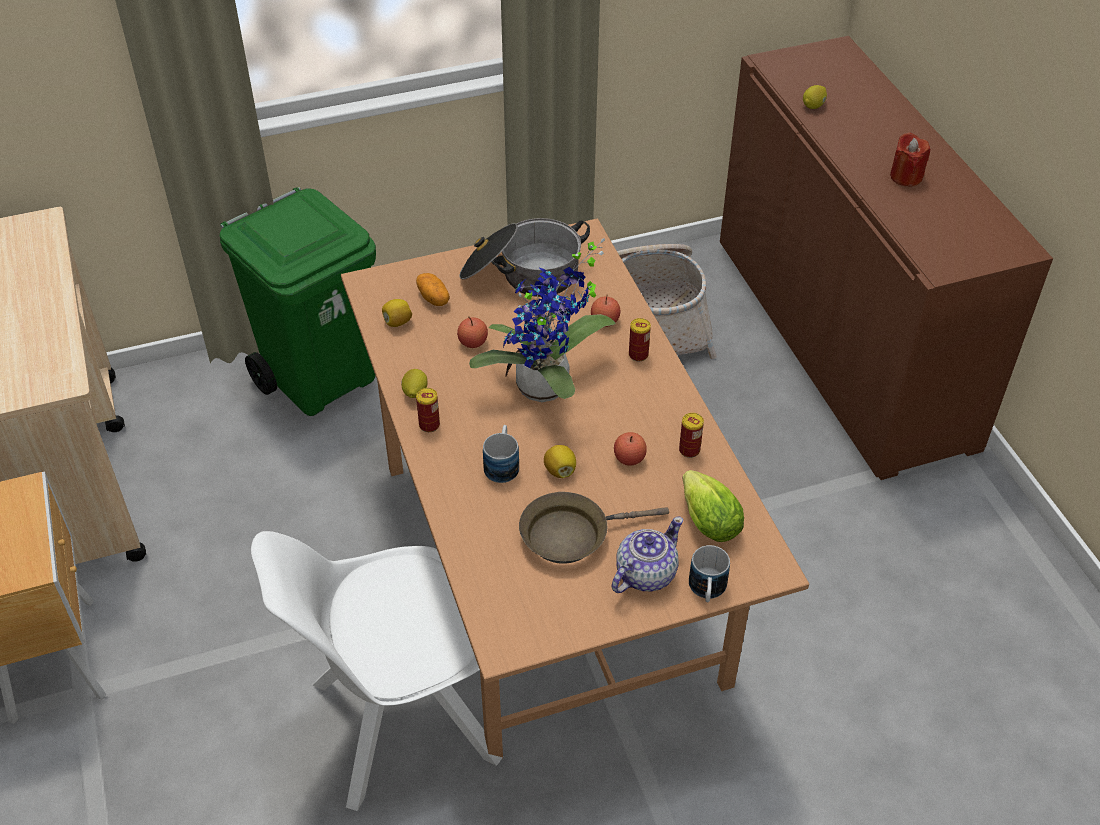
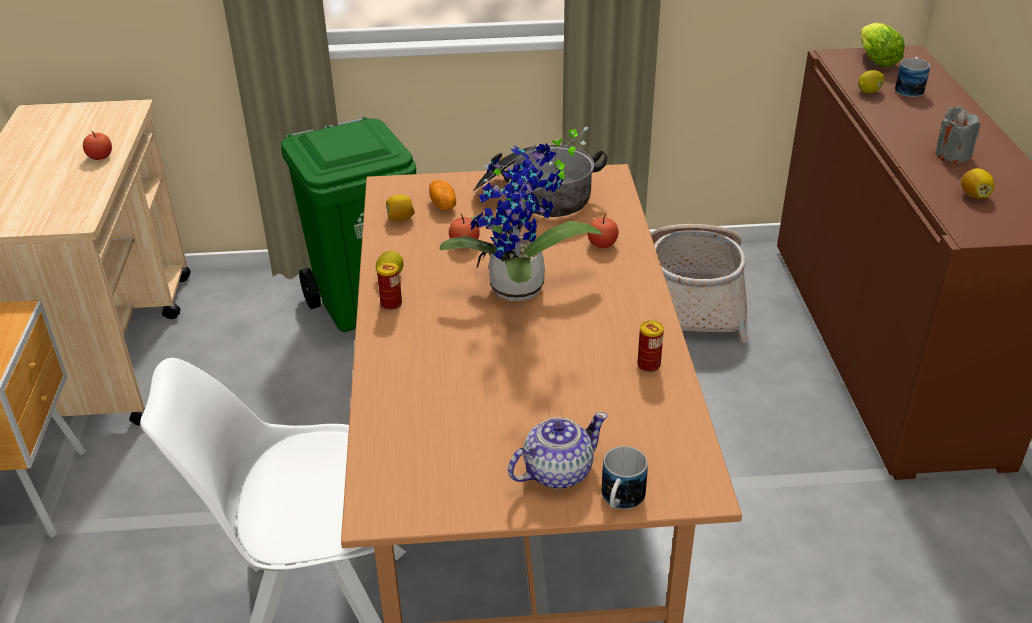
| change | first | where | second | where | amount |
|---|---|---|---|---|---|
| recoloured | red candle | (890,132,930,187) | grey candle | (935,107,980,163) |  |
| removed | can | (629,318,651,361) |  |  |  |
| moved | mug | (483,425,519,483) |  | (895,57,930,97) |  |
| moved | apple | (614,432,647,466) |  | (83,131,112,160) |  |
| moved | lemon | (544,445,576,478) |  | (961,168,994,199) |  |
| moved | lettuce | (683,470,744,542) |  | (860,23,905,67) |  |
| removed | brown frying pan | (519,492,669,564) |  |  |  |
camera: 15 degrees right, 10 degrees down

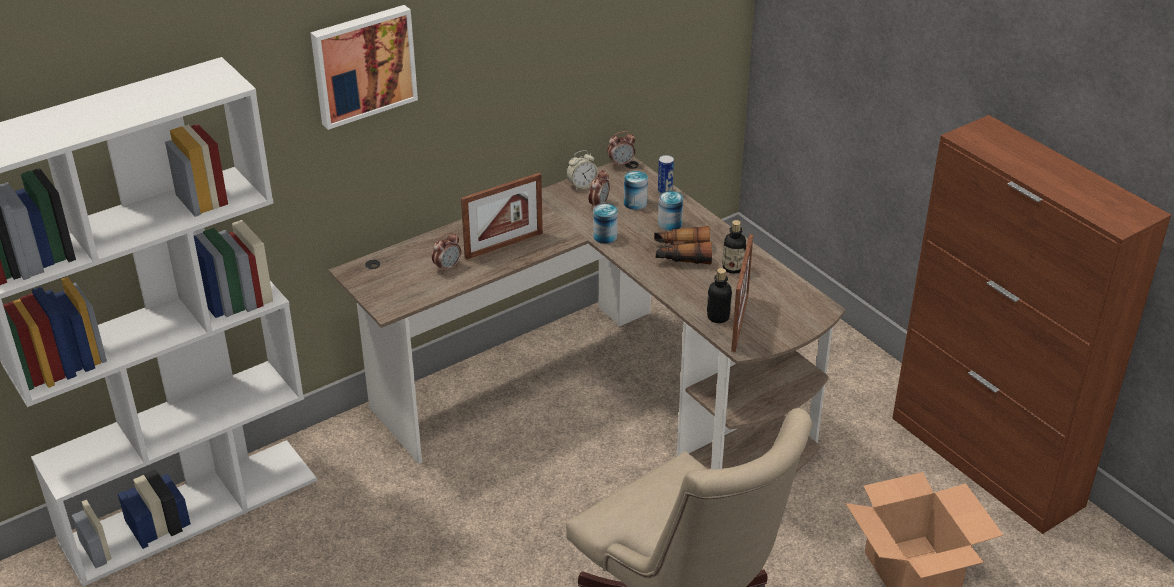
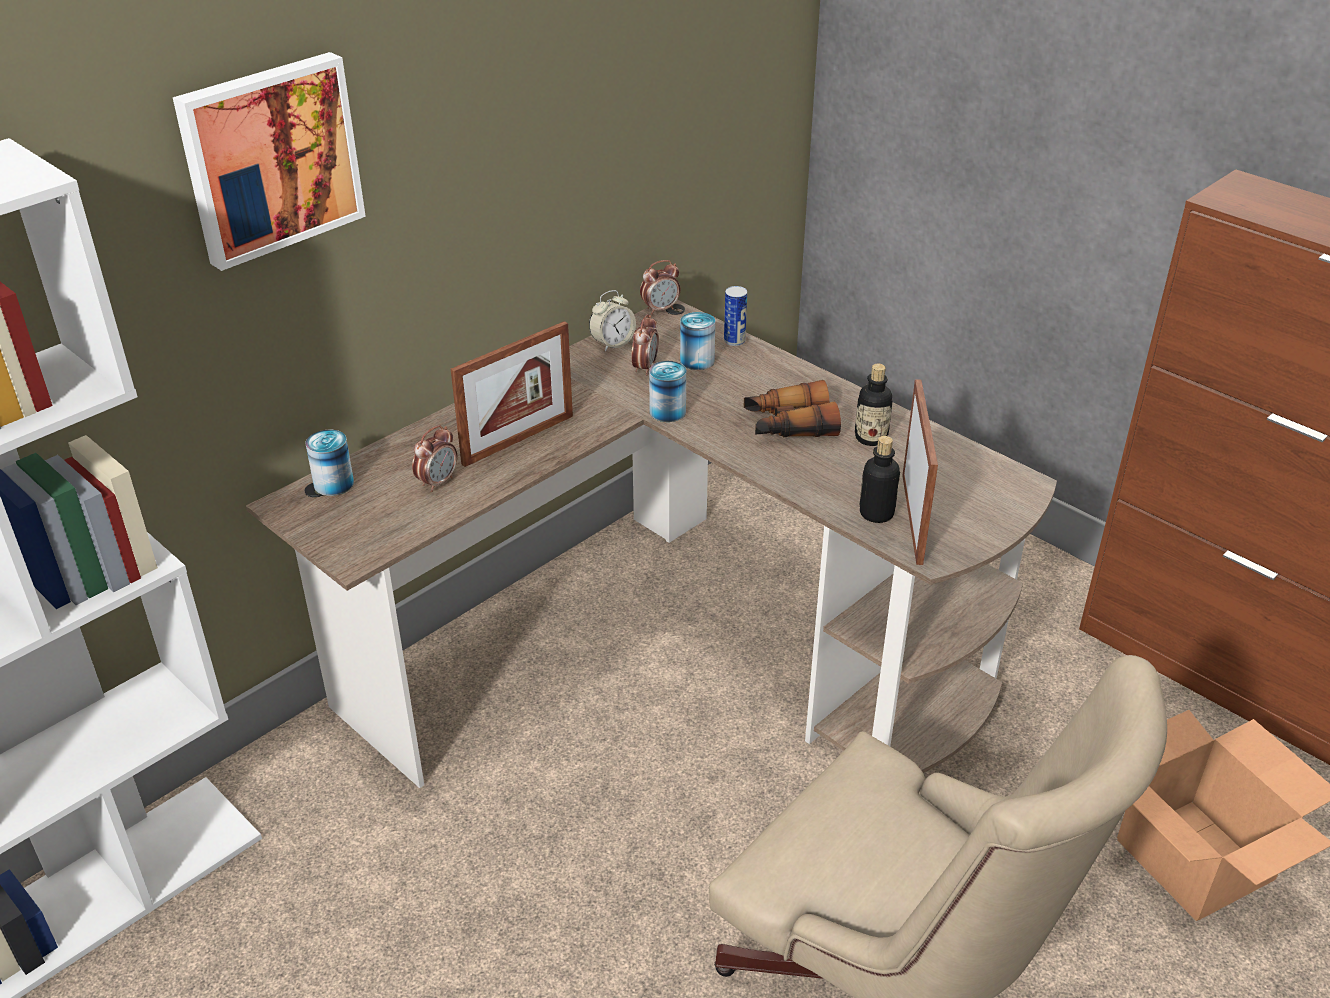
| change | first | where | second | where | amount |
|---|---|---|---|---|---|
| moved | can | (658,191,683,231) |  | (306,430,354,496) |  |
camera: 10 degrees left, 0 degrees up

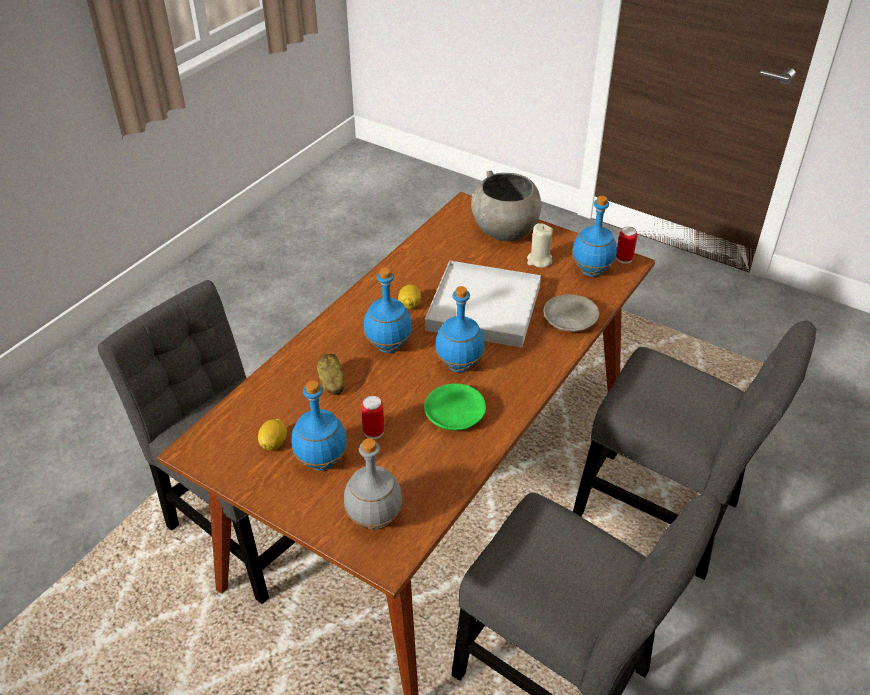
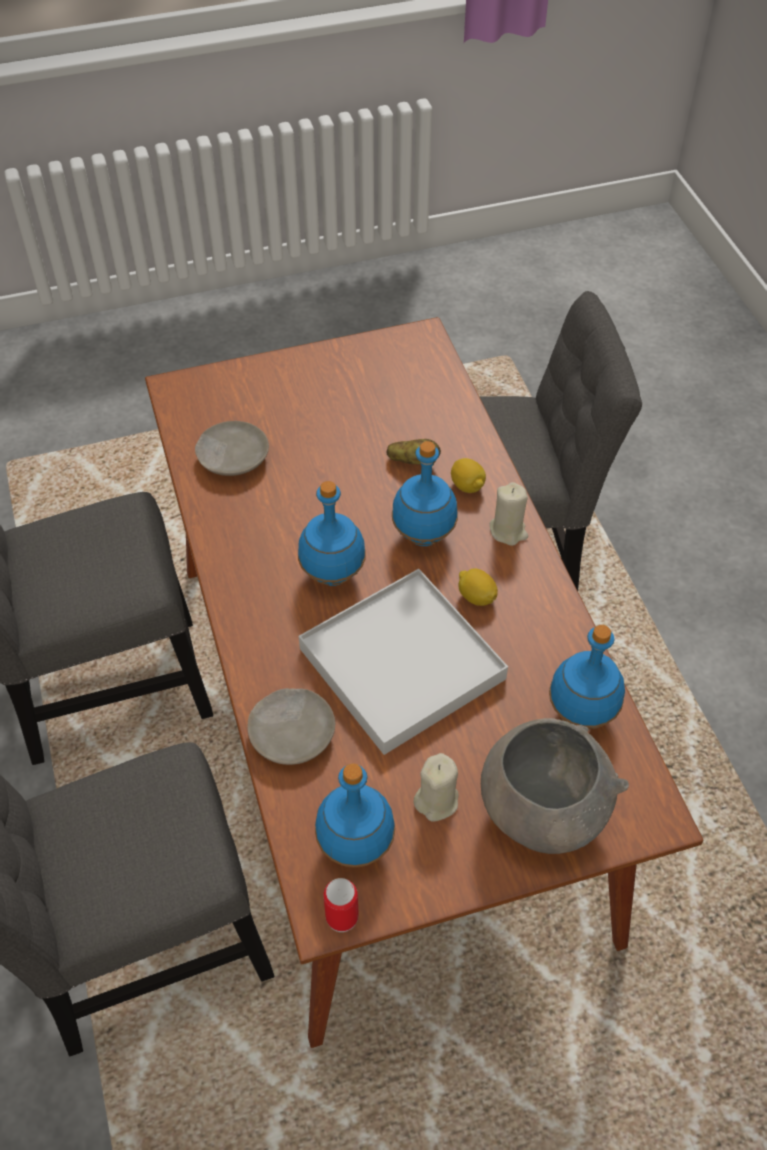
| change | first | where | second | where | amount |
|---|---|---|---|---|---|
| moved | blue bottle | (291,381,347,471) |  | (549,625,625,729) |  |
| removed | green plate | (424,383,486,430) |  |  |  |
| removed | can | (361,396,384,439) |  |  |  |
| moved | lemon | (258,418,287,450) |  | (451,458,486,493) |  |
| removed | grey bottle | (344,438,403,530) |  |  |  |
| added |  |  | beige plate | (195,421,269,476) |  |
| added |  |  | beige candle | (490,482,528,546) |  |
camera: 130 degrees right, 10 degrees up

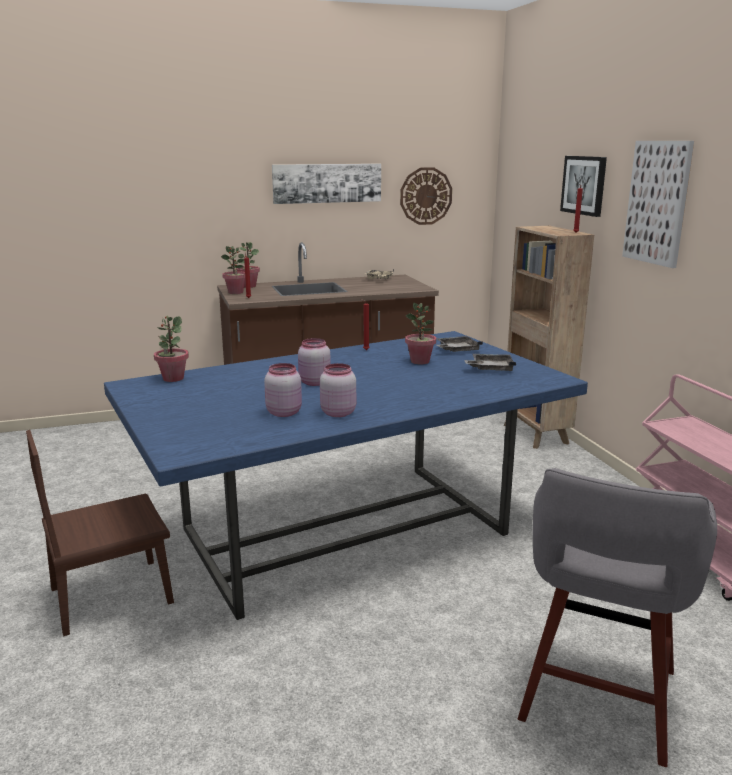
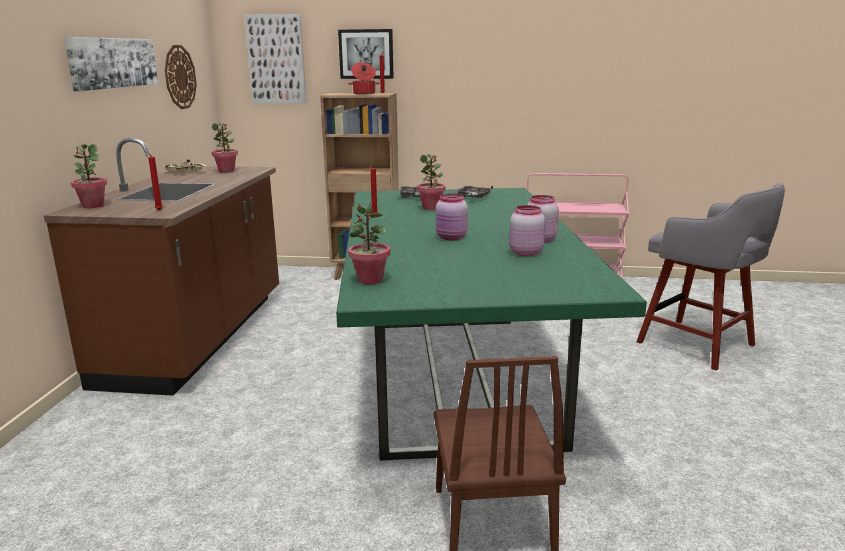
| change | first | where | second | where | amount |
|---|---|---|---|---|---|
| moved | picture | (622,141,694,268) |  | (244,14,306,103) |  |
| moved | potted plant | (221,246,245,294) |  | (212,123,238,173) |  |
| recoloured | blue dining table | (104,331,588,620) | green dining table | (336,188,647,461) |  |
| added |  |  | cooking pot | (348,62,380,95) |  |
camera: 65 degrees left, 0 degrees up

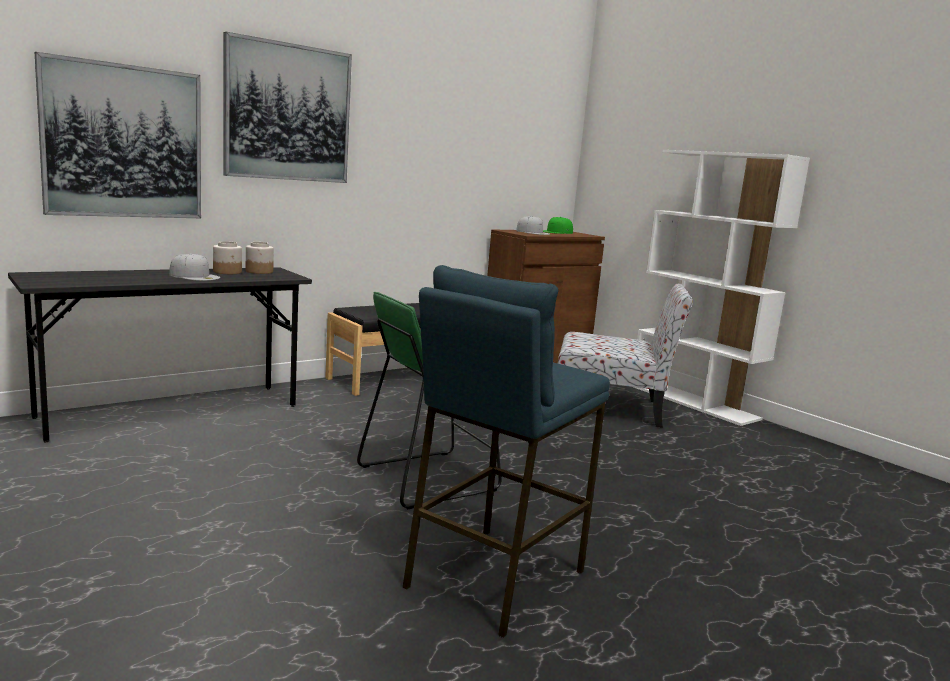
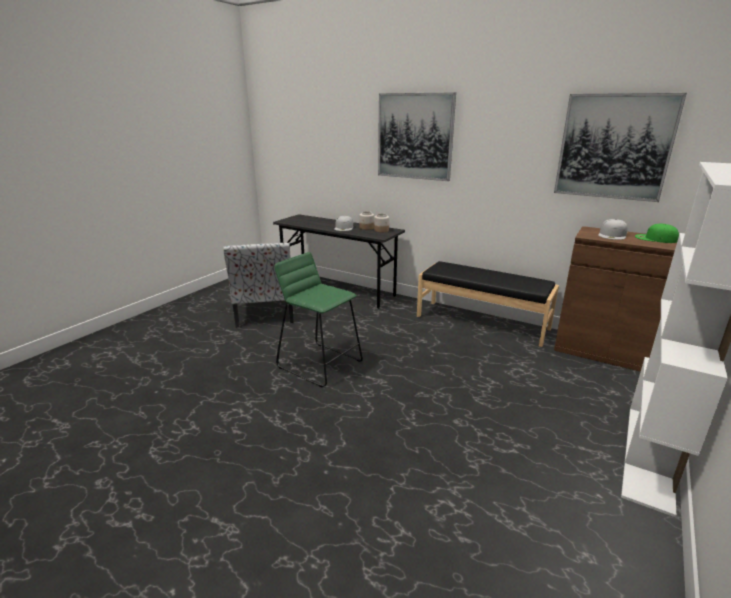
| change | first | where | second | where | amount |
|---|---|---|---|---|---|
| moved | picture | (35,52,201,218) |  | (554,93,687,202) |  |
| removed | blue stool | (402,265,610,638) |  |  |  |
| moved | chair | (558,283,693,428) |  | (223,243,294,328) |  |
camera: 70 degrees right, 10 degrees up

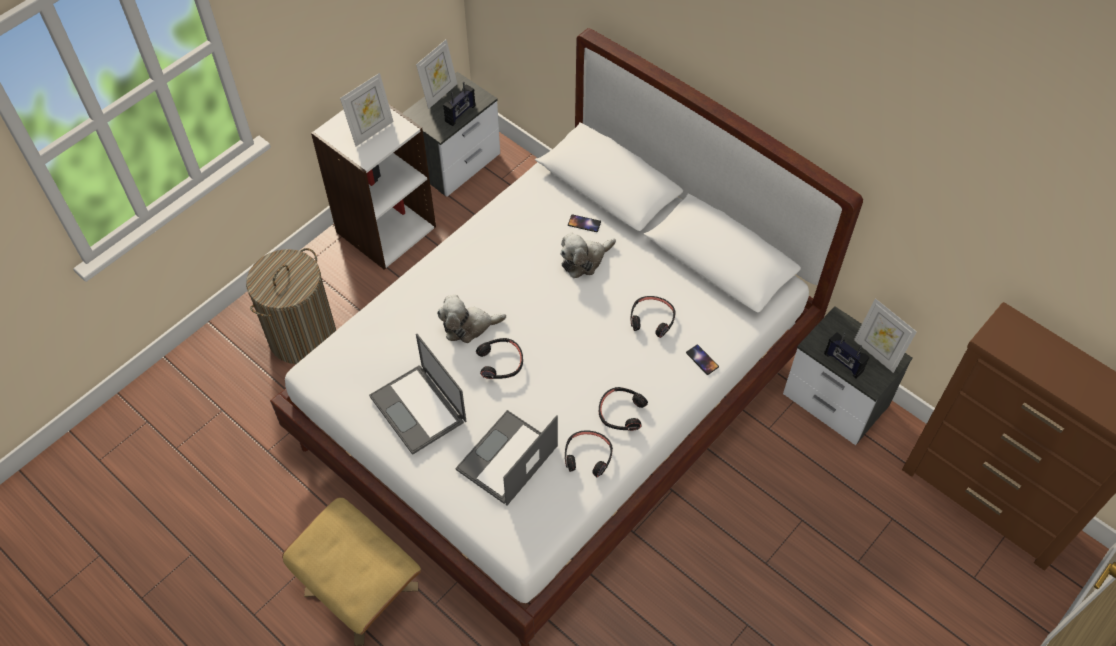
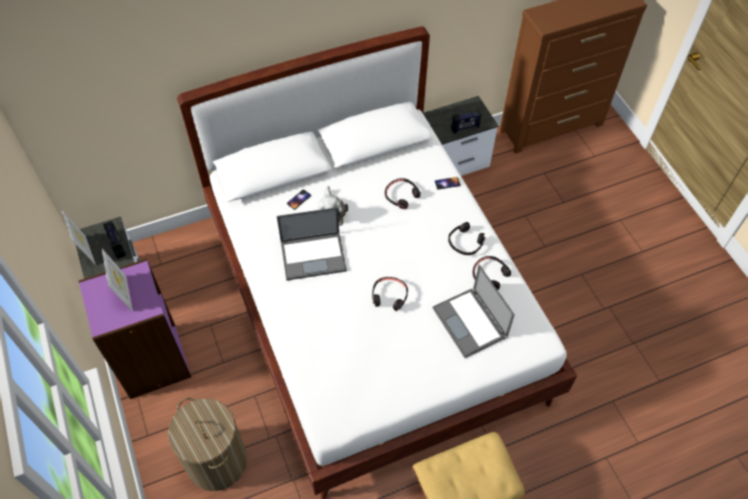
| change | first | where | second | where | amount |
|---|---|---|---|---|---|
| recoloured | white bookcase | (311,104,436,270) | purple bookcase | (79,259,191,399) |  |
| removed | plush toy | (437,295,506,343) |  |  |  |
| removed | picture frame | (854,298,917,373) |  |  |  |
| moved | laptop | (369,333,466,455) |  | (277,207,347,281) |  |
camera: 65 degrees left, 0 degrees up

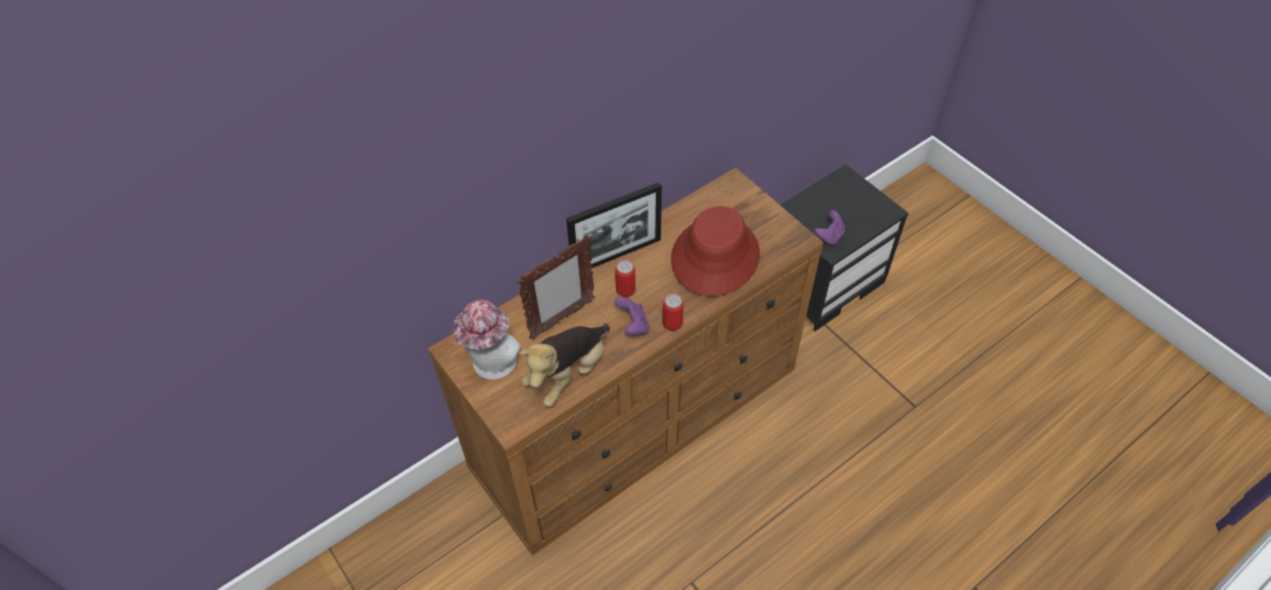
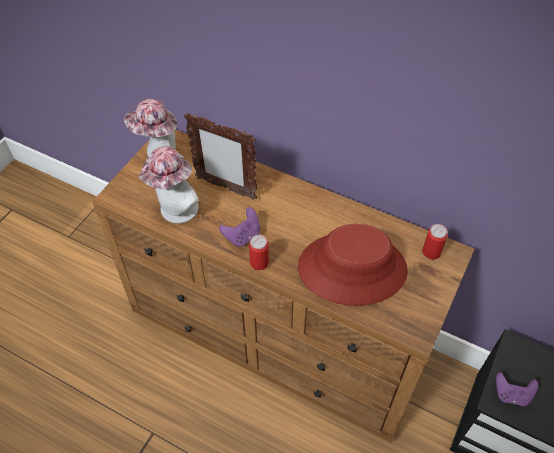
| change | first | where | second | where | amount |
|---|---|---|---|---|---|
| removed | picture frame | (566,182,662,269) |  |  |  |
| moved | can | (615,260,636,297) |  | (422,224,448,259) |  |
| replaced | plush toy | (520,323,610,407) | hat | (139,146,199,223) |  |
camera: 65 degrees right, 0 degrees up

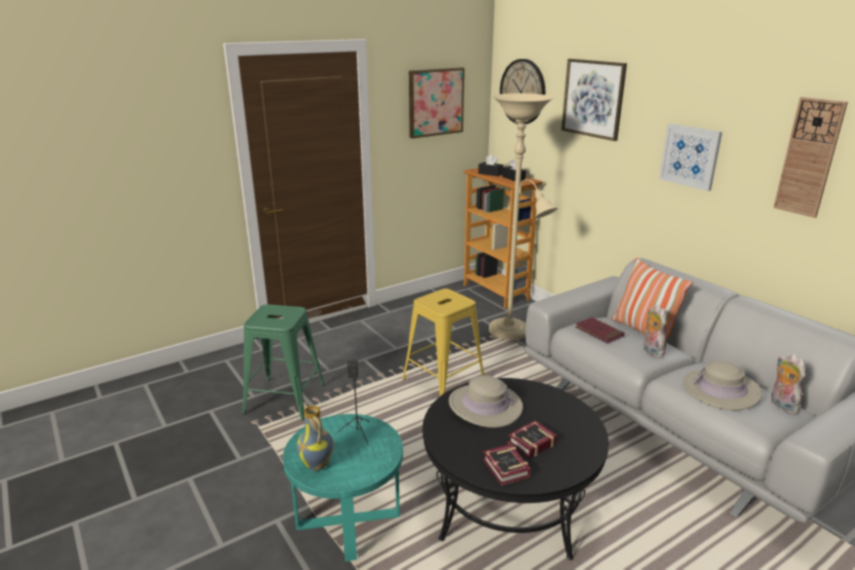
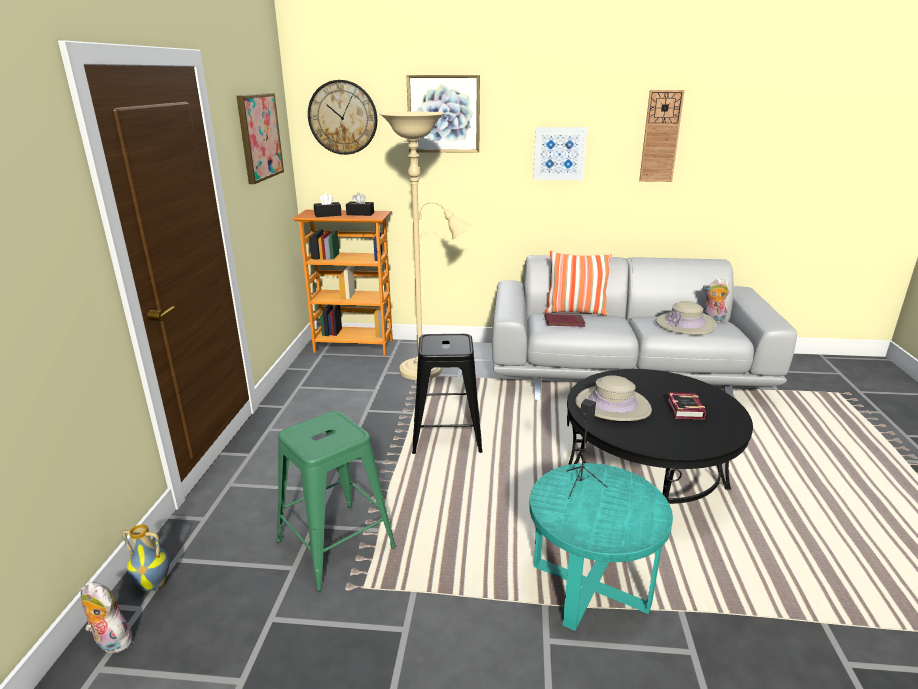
| change | first | where | second | where | amount |
|---|---|---|---|---|---|
| recoloured | yellow stool | (402,289,484,396) | black stool | (412,334,483,454) |  |
| moved | plush toy | (644,305,667,358) |  | (81,582,132,653) |  |
| moved | vase | (297,404,334,471) |  | (122,524,170,591) |  |
| removed | book | (483,444,531,486) |  |  |  |
camera: 50 degrees left, 0 degrees up

